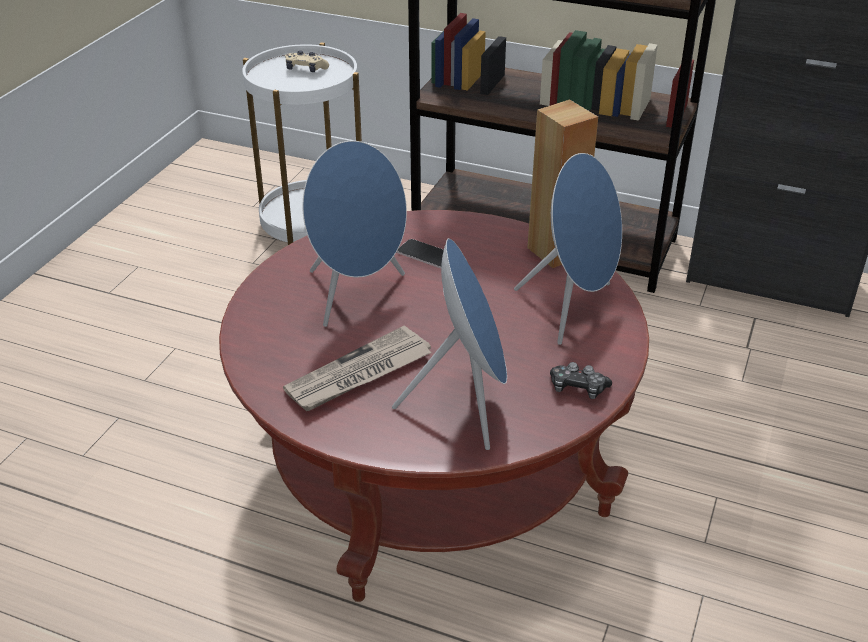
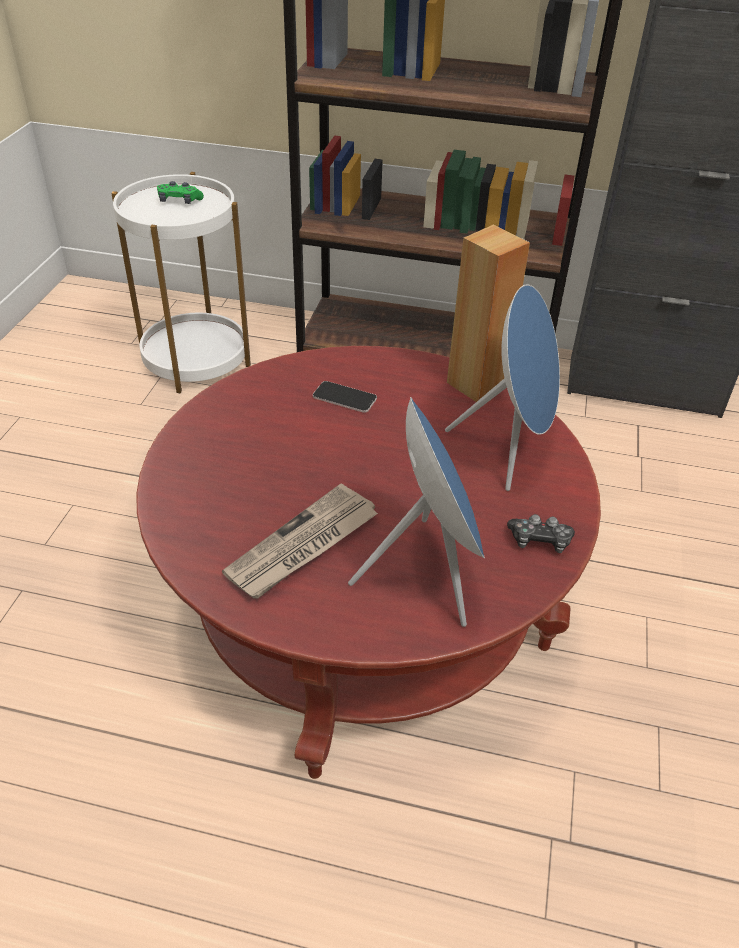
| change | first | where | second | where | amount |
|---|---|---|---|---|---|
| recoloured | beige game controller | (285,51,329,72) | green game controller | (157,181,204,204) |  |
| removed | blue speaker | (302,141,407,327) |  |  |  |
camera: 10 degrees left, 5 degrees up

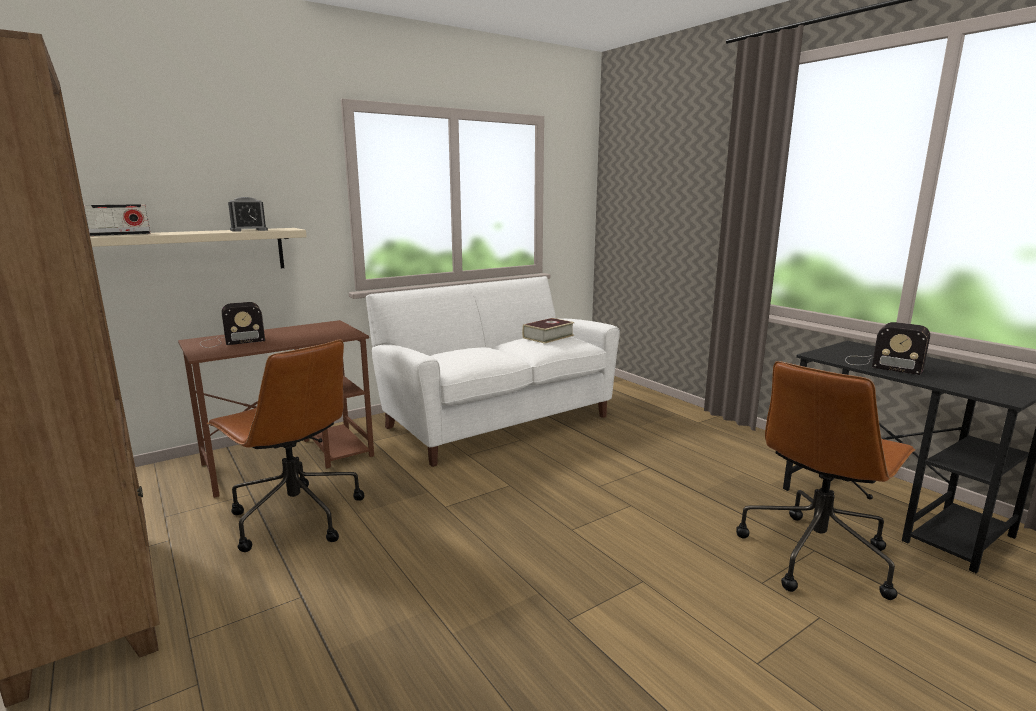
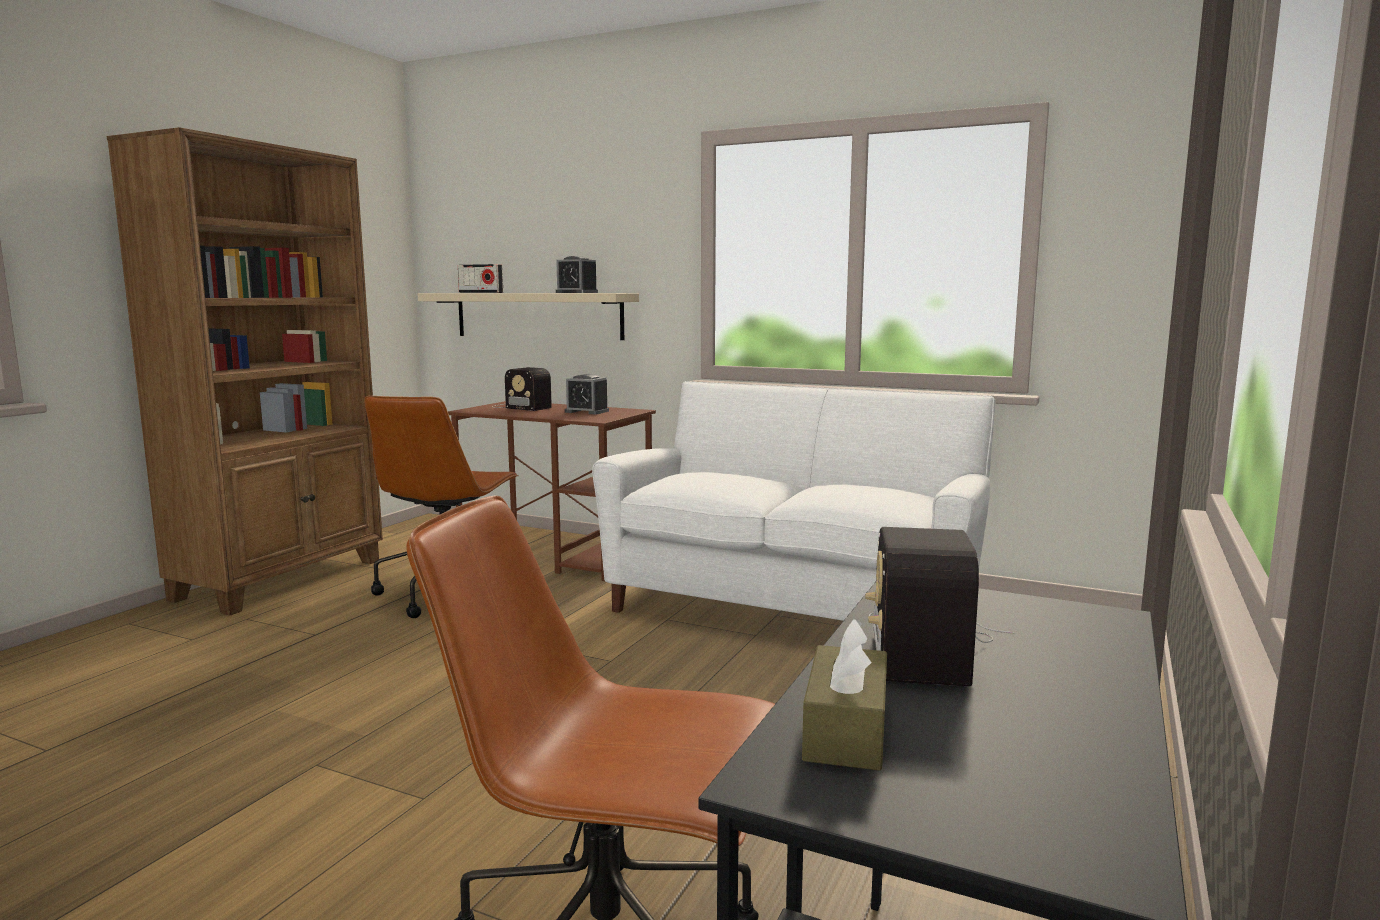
| change | first | where | second | where | amount |
|---|---|---|---|---|---|
| removed | book | (522,318,575,344) |  |  |  |
| added |  |  | alarm clock | (565,374,609,414) |  |
| added |  |  | brown tissue box | (802,619,887,771) |  |
camera: 60 degrees right, 5 degrees down

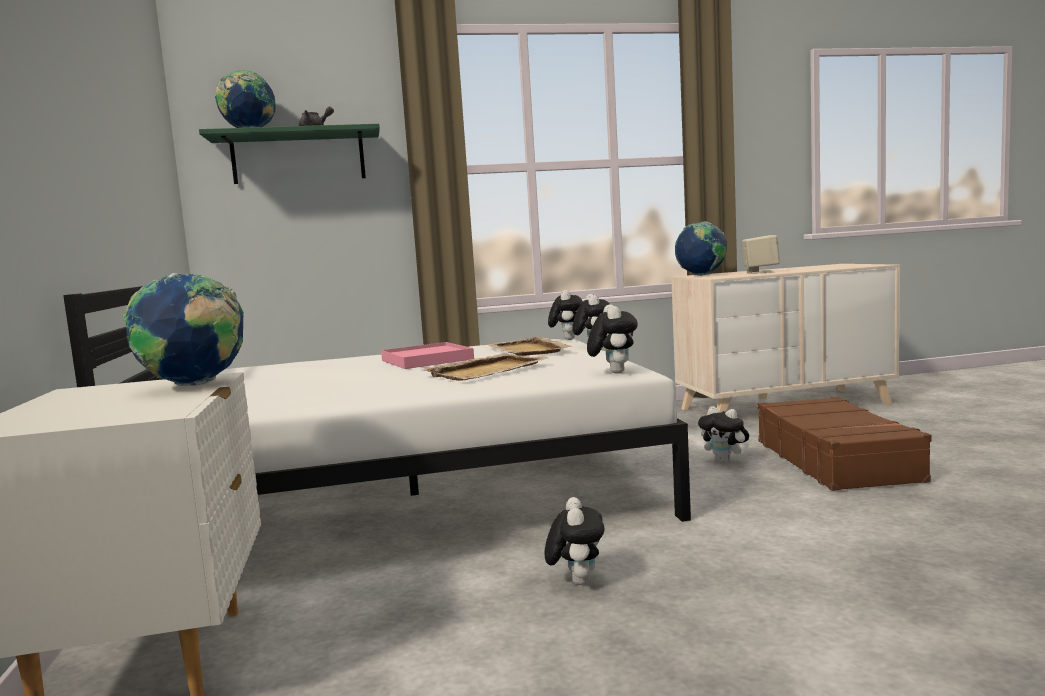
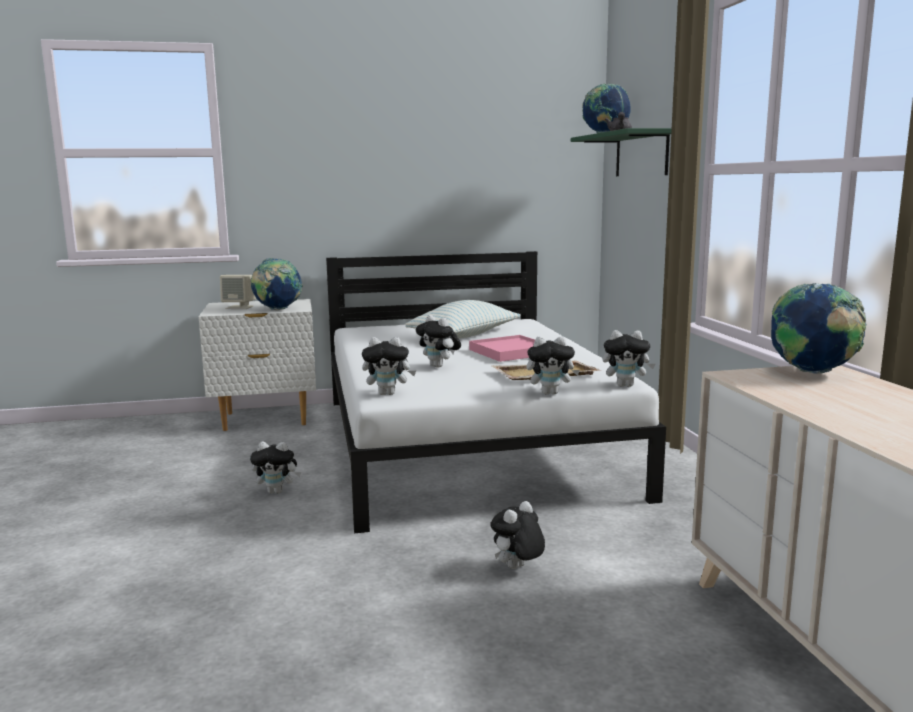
| change | first | where | second | where | amount |
|---|---|---|---|---|---|
| moved | beige speaker | (742,235,780,274) |  | (220,275,256,309) |  |
| replaced | beige tray | (421,353,547,381) | plush toy | (416,315,461,368) |  |
| removed | brown suitcase | (758,397,931,491) |  |  |  |
| added |  |  | pillow | (405,300,520,339) |  |
camera: 90 degrees right, 5 degrees up

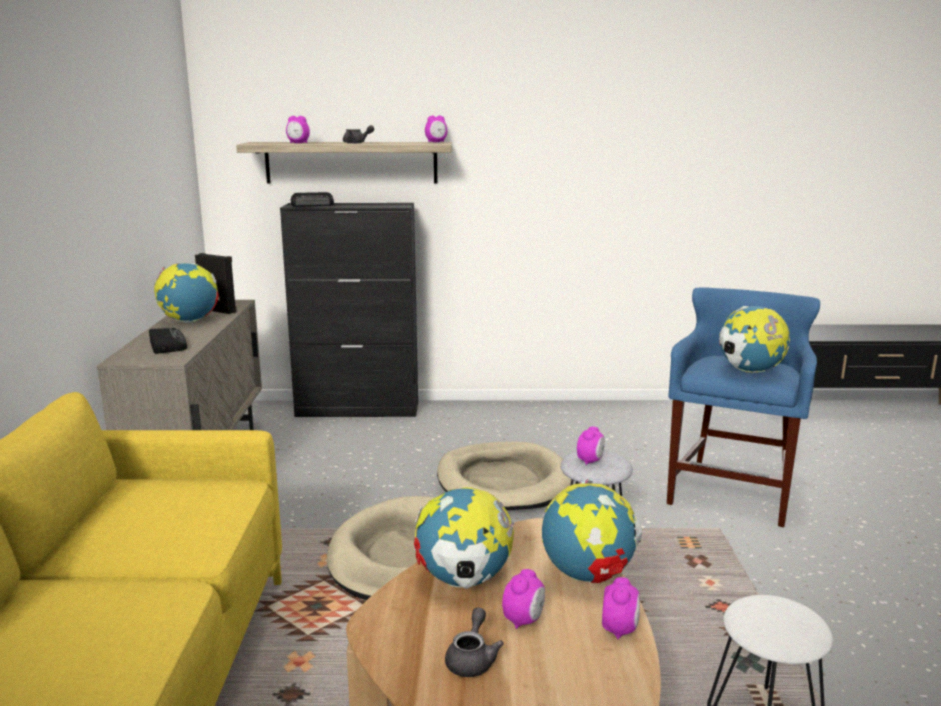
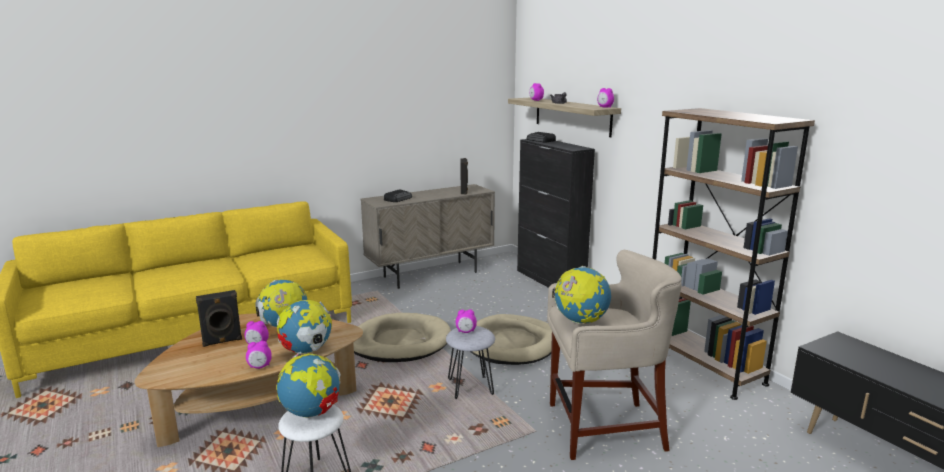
| change | first | where | second | where | amount |
|---|---|---|---|---|---|
| moved | globe | (153,263,219,323) |  | (276,352,341,418) |  |
| recoloured | blue stool | (667,287,820,528) | beige stool | (547,250,682,460) |  |
| replaced | grey teapot | (445,607,504,677) | black speaker | (196,290,242,347) |  |
| added |  |  | brown bookcase | (653,108,815,400) |  |
camera: 60 degrees right, 0 degrees up

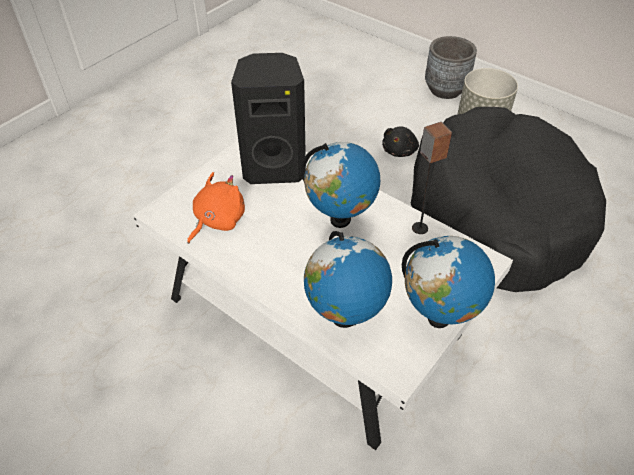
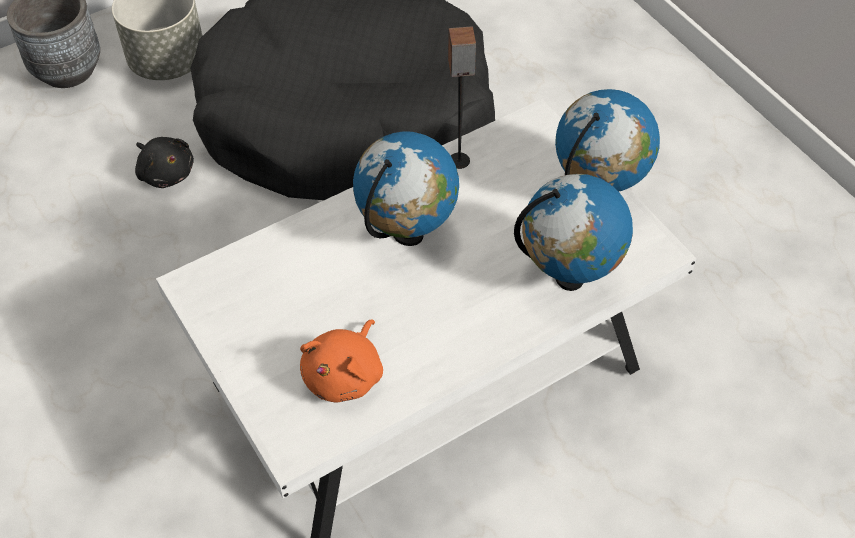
| change | first | where | second | where | amount |
|---|---|---|---|---|---|
| removed | black speaker | (231,53,306,184) |  |  |  |
| turned | orange plush toy | (187,172,245,244) |  | (300,319,383,402) | 120 degrees counterclockwise |
camera: 70 degrees left, 5 degrees up

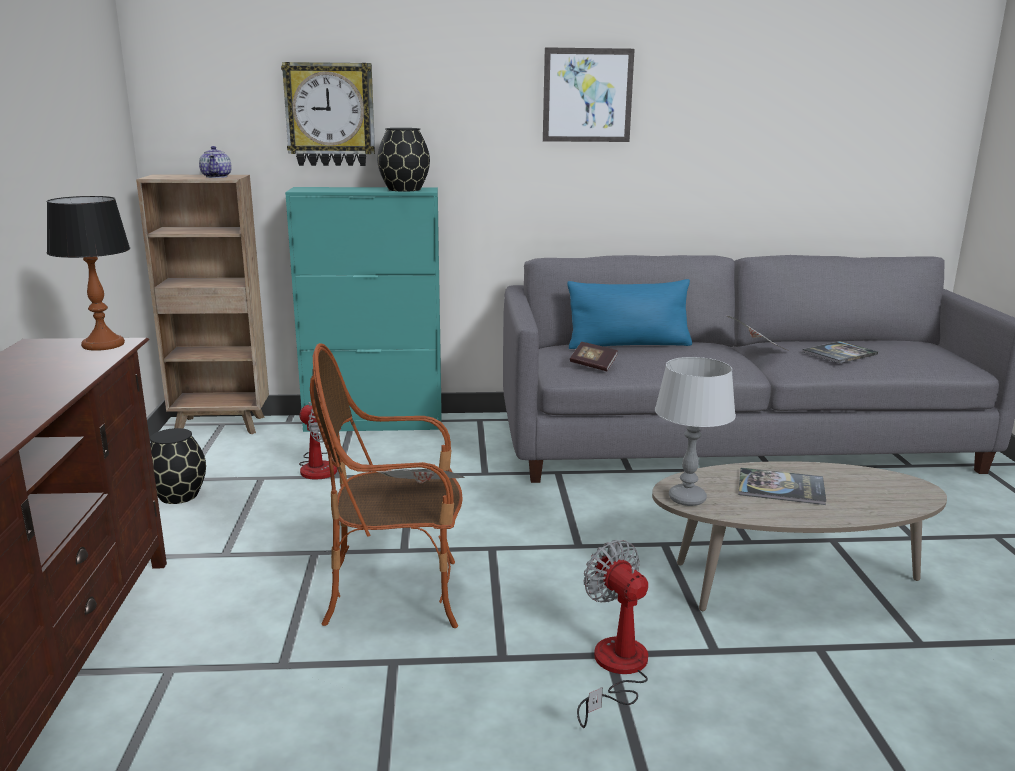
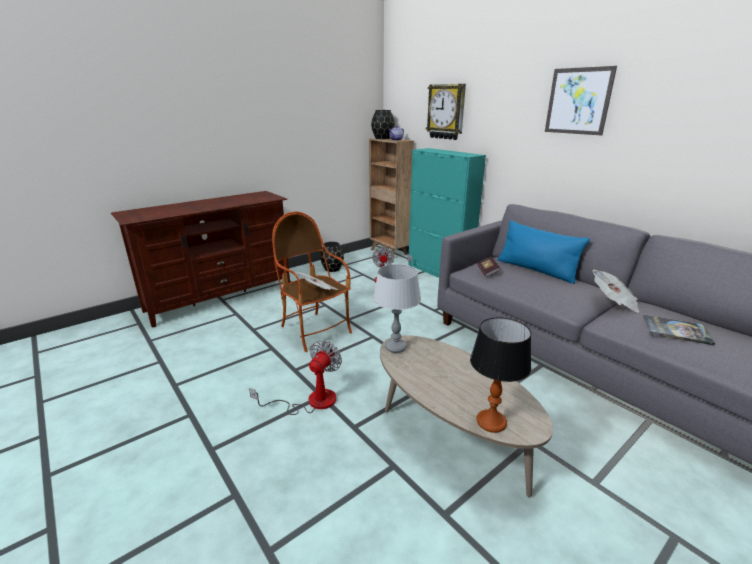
| change | first | where | second | where | amount |
|---|---|---|---|---|---|
| moved | black vase | (377,128,430,192) |  | (371,110,395,139) |  |
| moved | table lamp | (47,196,130,351) |  | (470,317,531,433) |  |
| removed | book | (738,468,826,505) |  |  |  |
camera: 55 degrees right, 5 degrees up

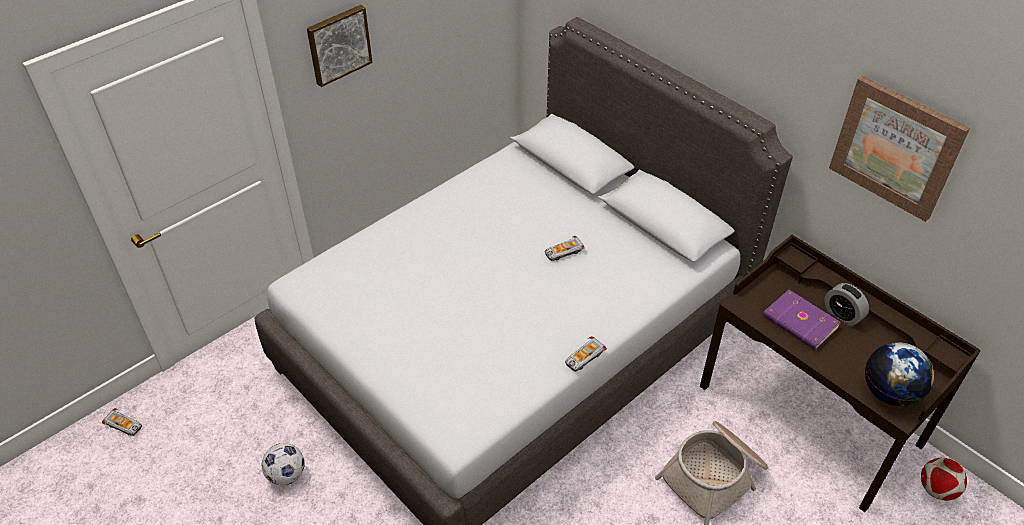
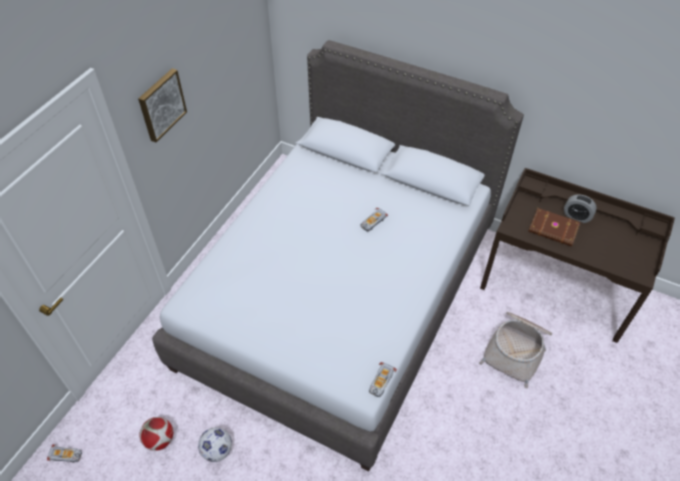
| change | first | where | second | where | amount |
|---|---|---|---|---|---|
| removed | picture | (829,76,970,222) |  |  |  |
| recoloured | purple book | (763,290,841,350) | brown book | (528,208,580,247) |  |
| moved | toy car | (565,336,607,372) |  | (369,362,397,397) |  |
| removed | globe | (865,342,934,407) |  |  |  |
| moved | football | (921,458,967,501) |  | (139,417,173,451) |  |
camera: 20 degrees left, 5 degrees up

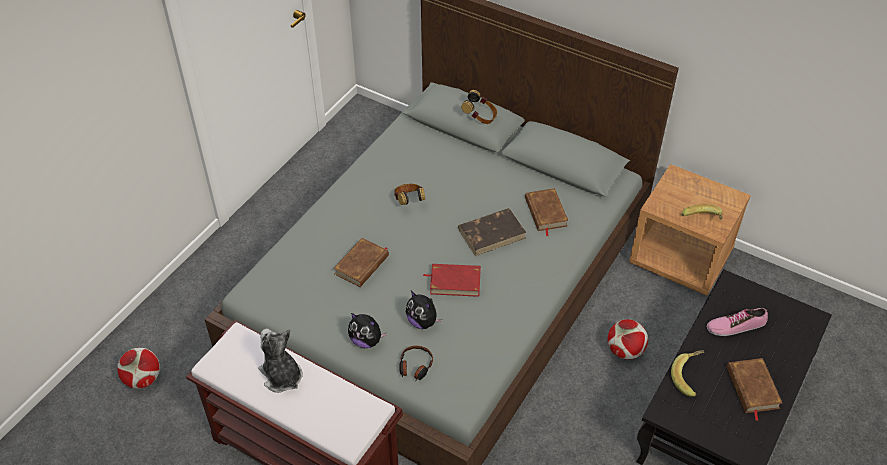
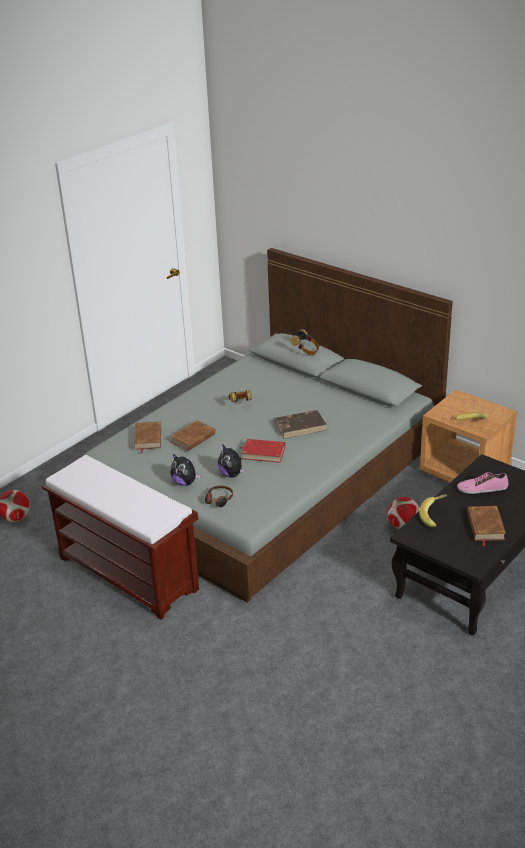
| change | first | where | second | where | amount |
|---|---|---|---|---|---|
| moved | brown book | (525,188,568,237) |  | (134,422,161,453) |  |
| removed | plush toy | (258,329,303,393) |  |  |  |
camera: 10 degrees right, 15 degrees down

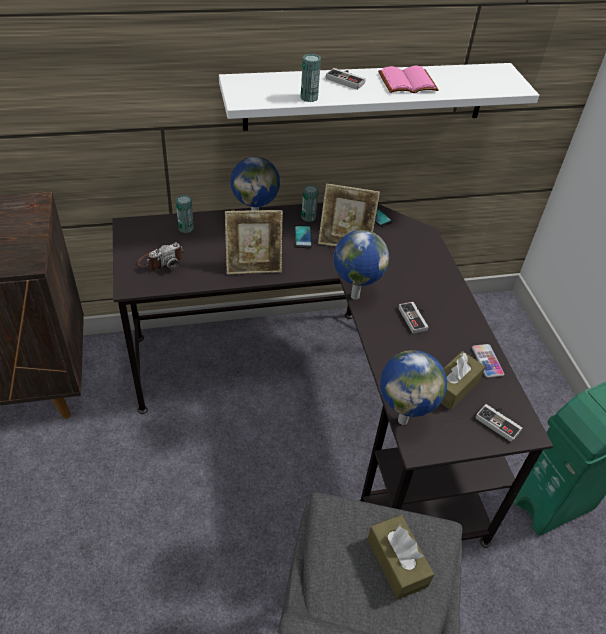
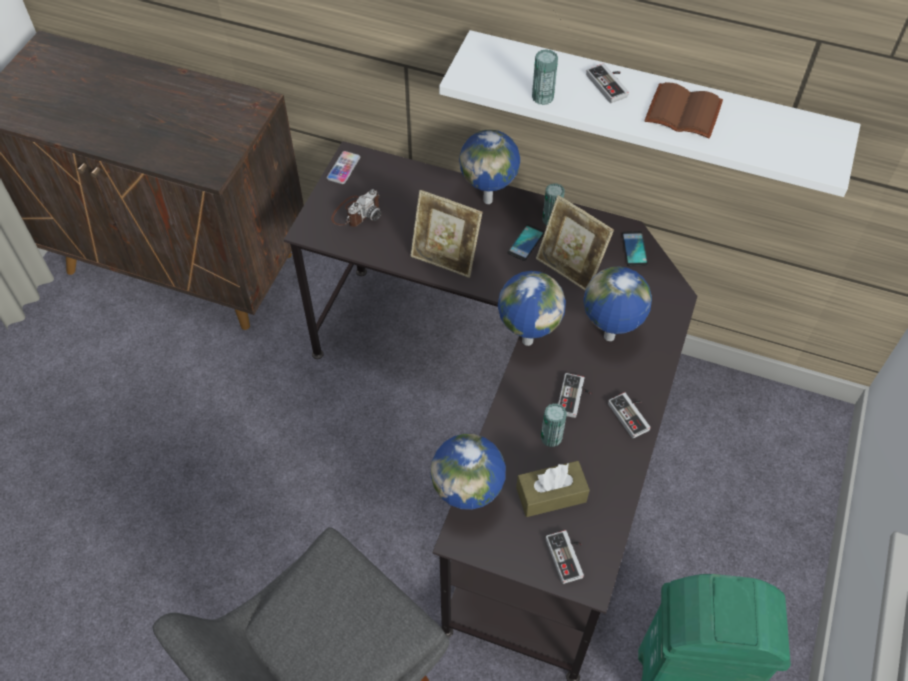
| change | first | where | second | where | amount |
|---|---|---|---|---|---|
| recoloured | pink book | (378,66,439,93) | brown book | (644,82,723,138) |  |
| moved | can | (176,195,194,233) |  | (541,403,567,447) |  |
| turned | photo camera | (137,242,184,270) |  | (331,189,381,227) | 45 degrees counterclockwise |
| moved | phone | (472,344,504,378) |  | (327,151,360,184) |  |
| removed | brown tissue box | (367,515,434,600) |  |  |  |
| added |  |  | globe | (583,266,652,341) |  |
| added |  |  | game controller | (608,392,651,438) |  |
camera: 35 degrees right, 10 degrees up

